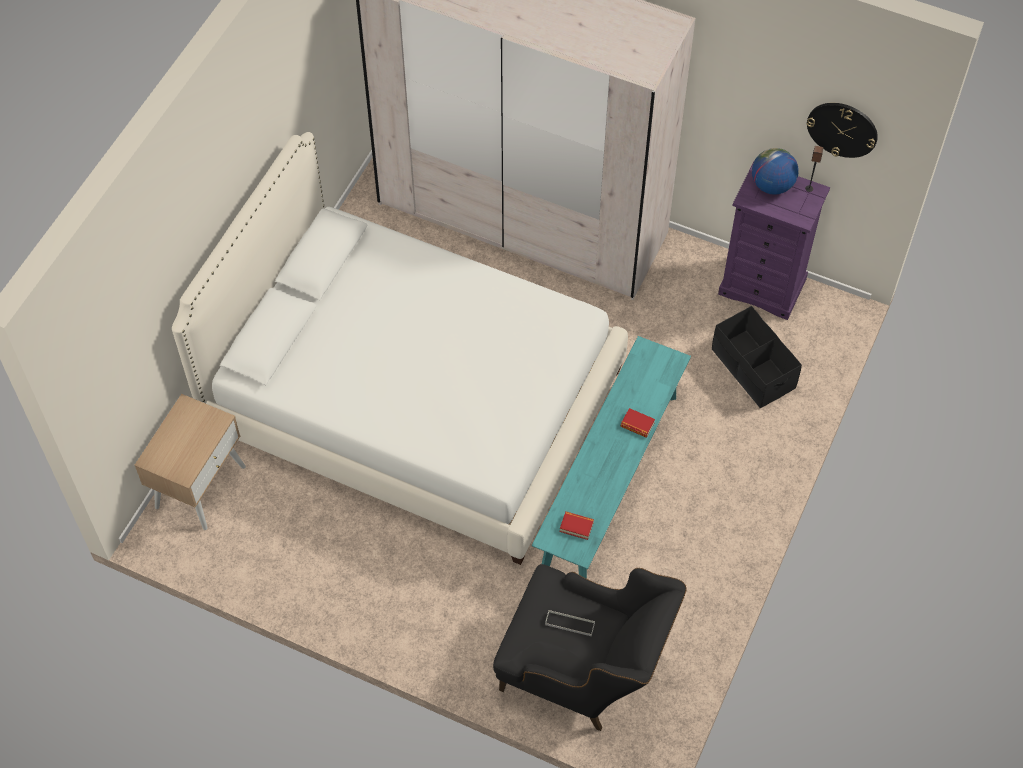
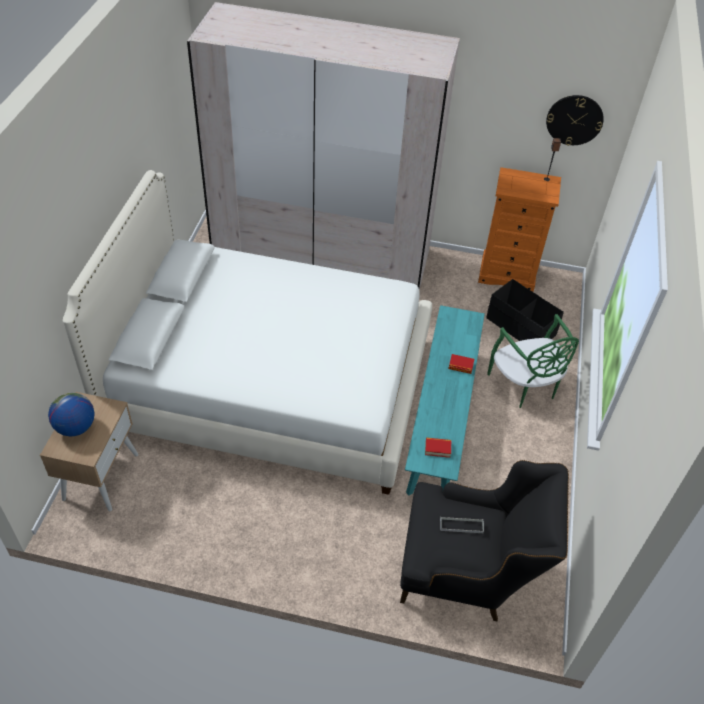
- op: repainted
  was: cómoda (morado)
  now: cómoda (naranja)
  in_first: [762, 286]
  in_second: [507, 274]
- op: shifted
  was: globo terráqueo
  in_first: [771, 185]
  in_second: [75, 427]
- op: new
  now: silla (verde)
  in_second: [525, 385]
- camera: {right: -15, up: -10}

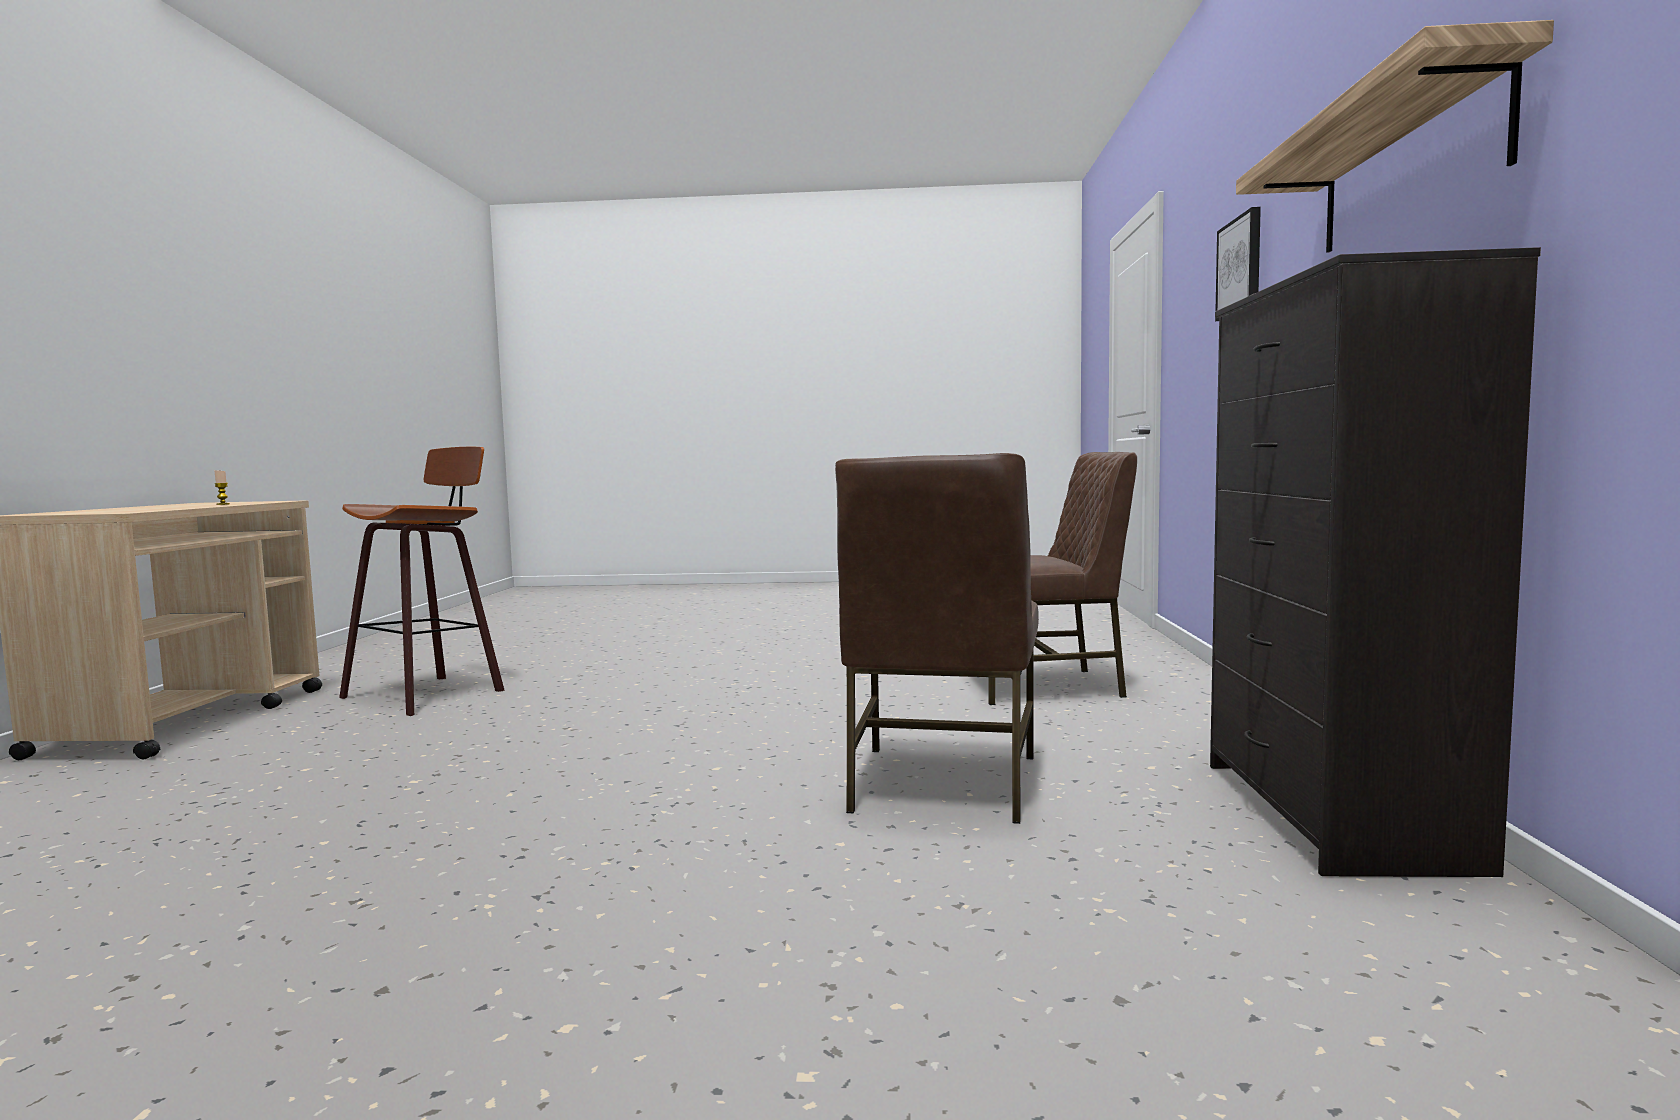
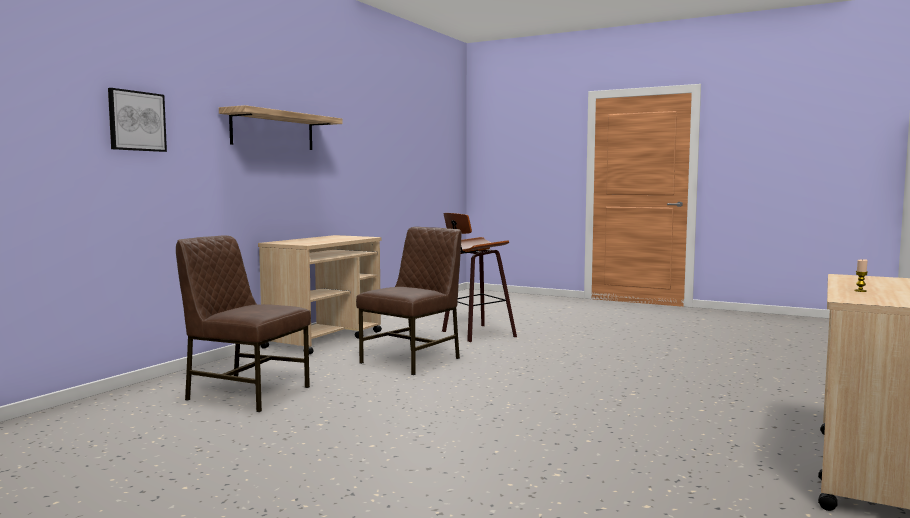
- op: shifted
  was: taburete
  in_first: [428, 693]
  in_second: [475, 334]
- op: swapped
  was: cómoda (negro)
  now: carrito (beis)
  in_first: [1331, 814]
  in_second: [325, 339]
- camera: {right: -155, up: 0}

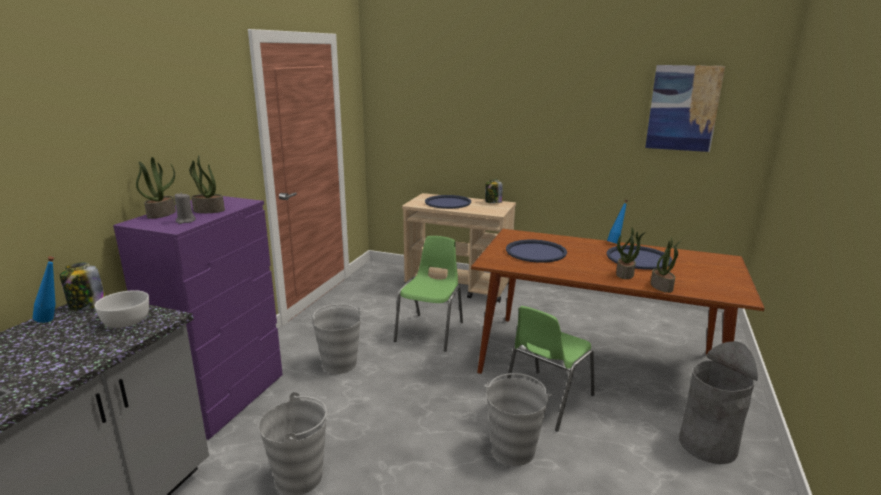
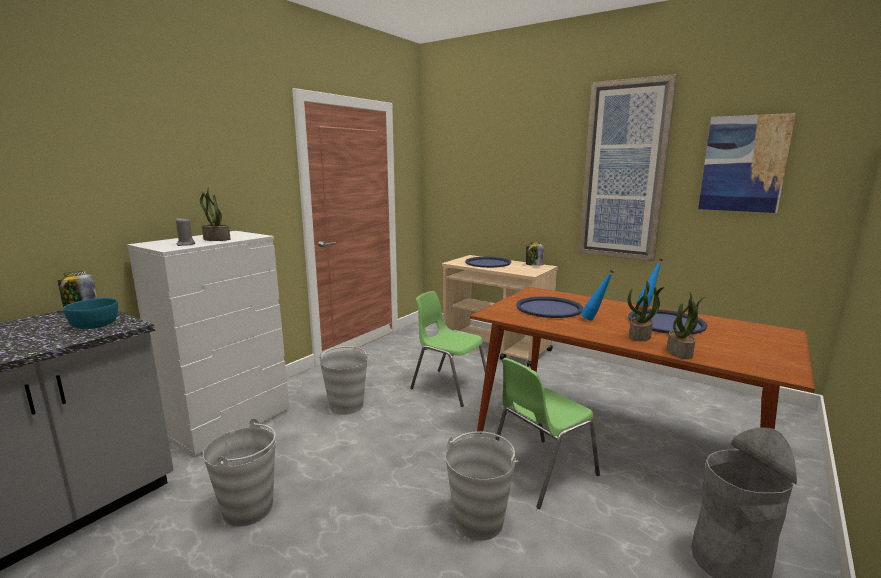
- op: shifted
  was: botella (azul)
  in_first: [53, 320]
  in_second: [594, 320]
- op: repainted
  was: cuenco (blanco)
  now: cuenco (turquesa)
  in_first: [127, 321]
  in_second: [96, 324]
- op: repainted
  was: cómoda (morado)
  now: cómoda (blanco)
  in_first: [224, 398]
  in_second: [229, 422]
- op: gone
  was: planta en maceta
  in_first: [161, 214]
- op: rotated
  was: silla (verde)
  in_first: [431, 331]
  in_second: [449, 386]
  clockwise: -90
- op: new
  now: cuadro
  in_second: [624, 171]
- camera: {right: 15, up: -5}

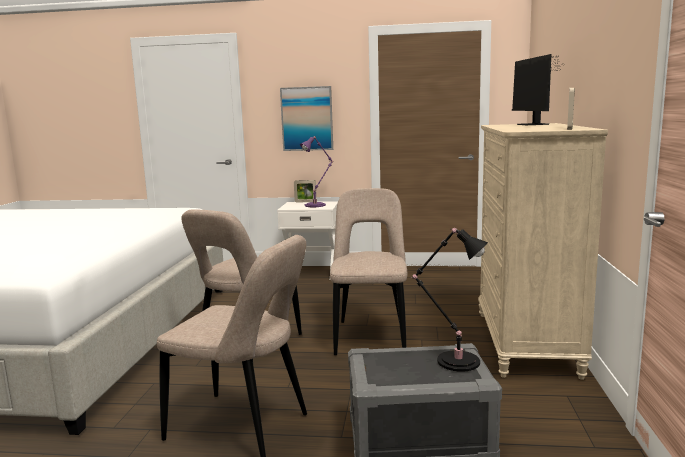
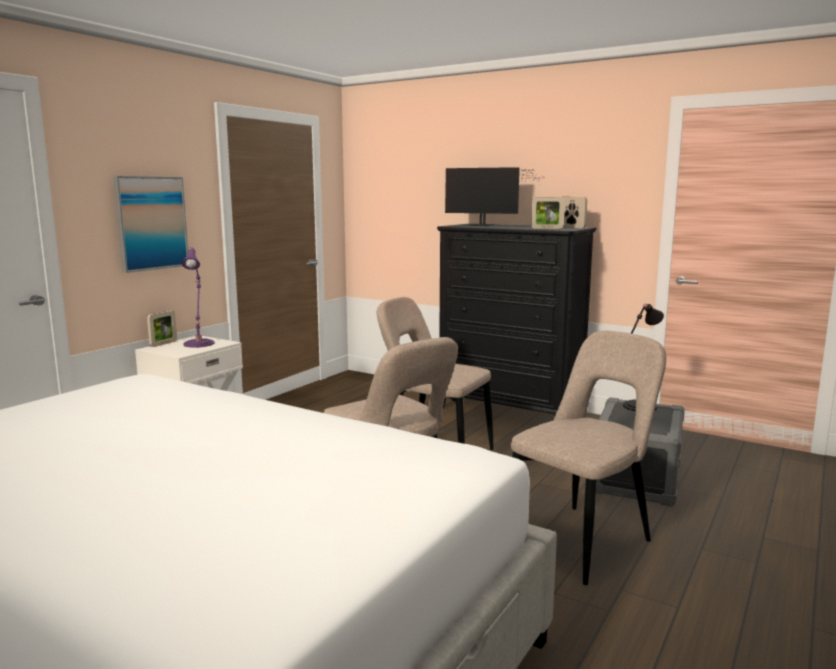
- op: repainted
  was: cómoda (beis)
  now: cómoda (negro)
  in_first: [526, 343]
  in_second: [510, 411]
- op: new
  now: portarretratos
  in_second: [546, 228]
- camera: {right: -65, up: 0}

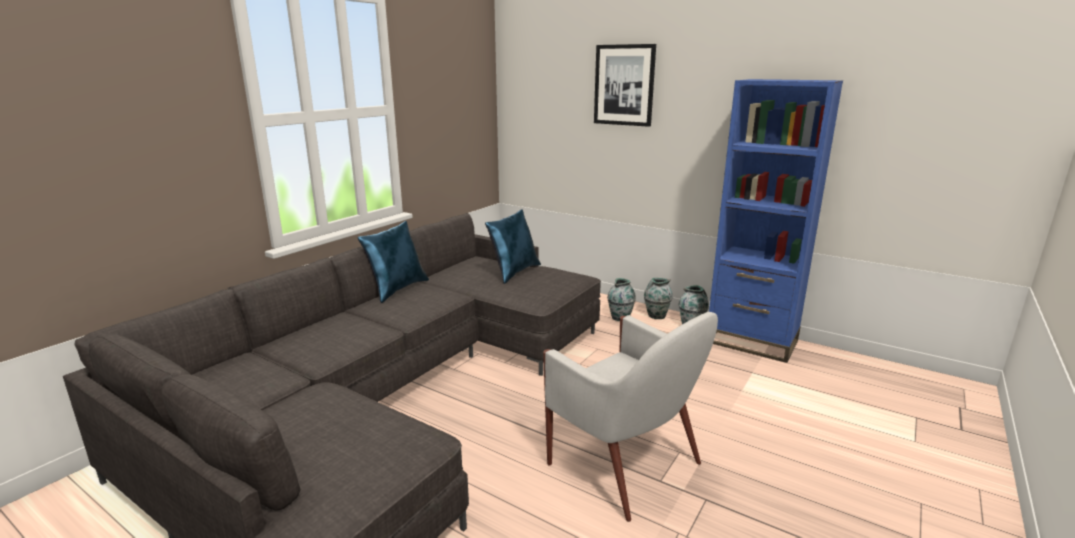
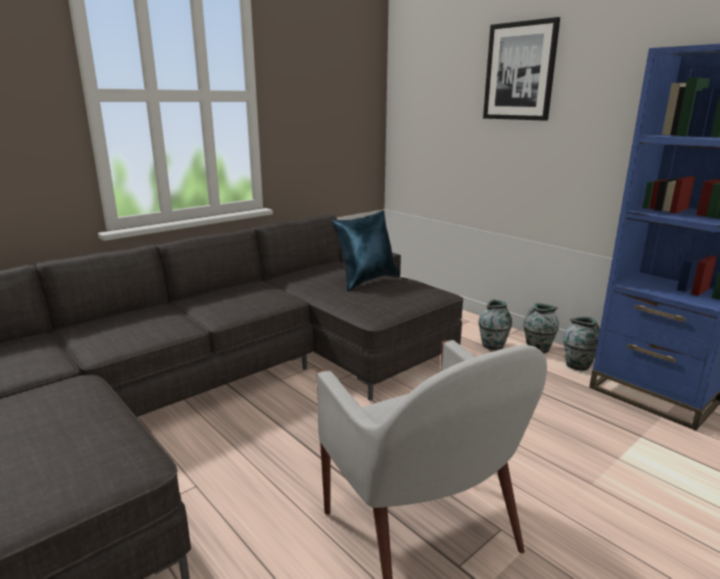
- op: gone
  was: cojín (azul)
  in_first: [397, 289]
- camera: {right: 15, up: 0}

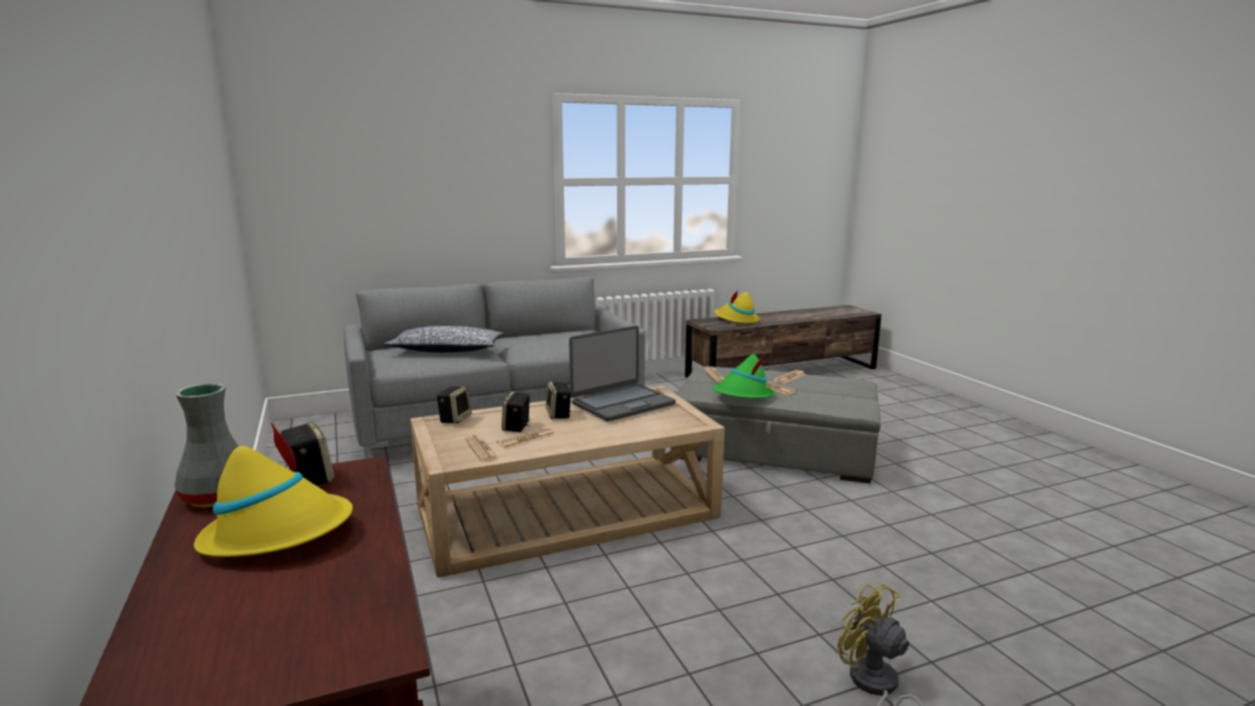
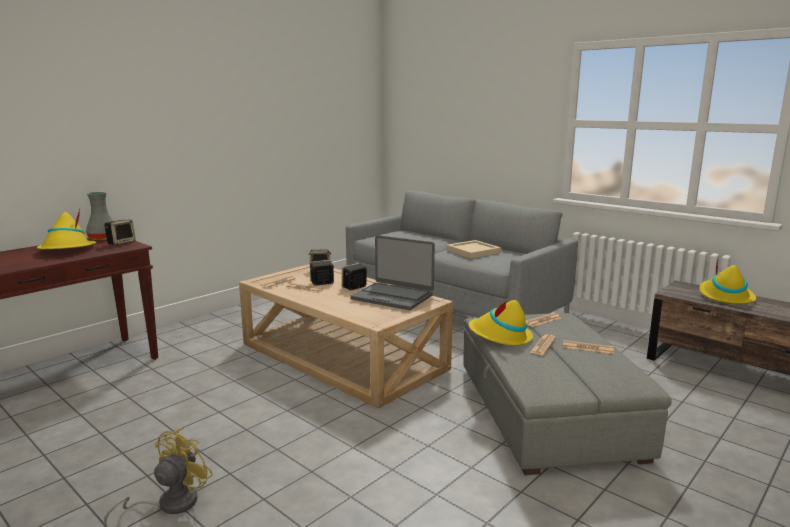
- op: gone
  was: cojín
  in_first: [446, 350]
- op: repainted
  was: sombrero (verde)
  now: sombrero (amarillo)
  in_first: [743, 395]
  in_second: [500, 336]
- op: new
  now: bandeja (beis)
  in_second: [474, 251]
- camera: {right: 65, up: 0}

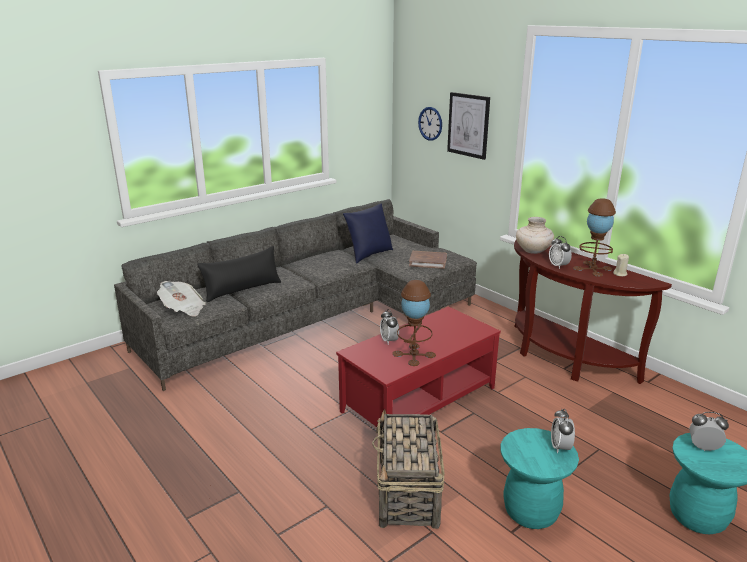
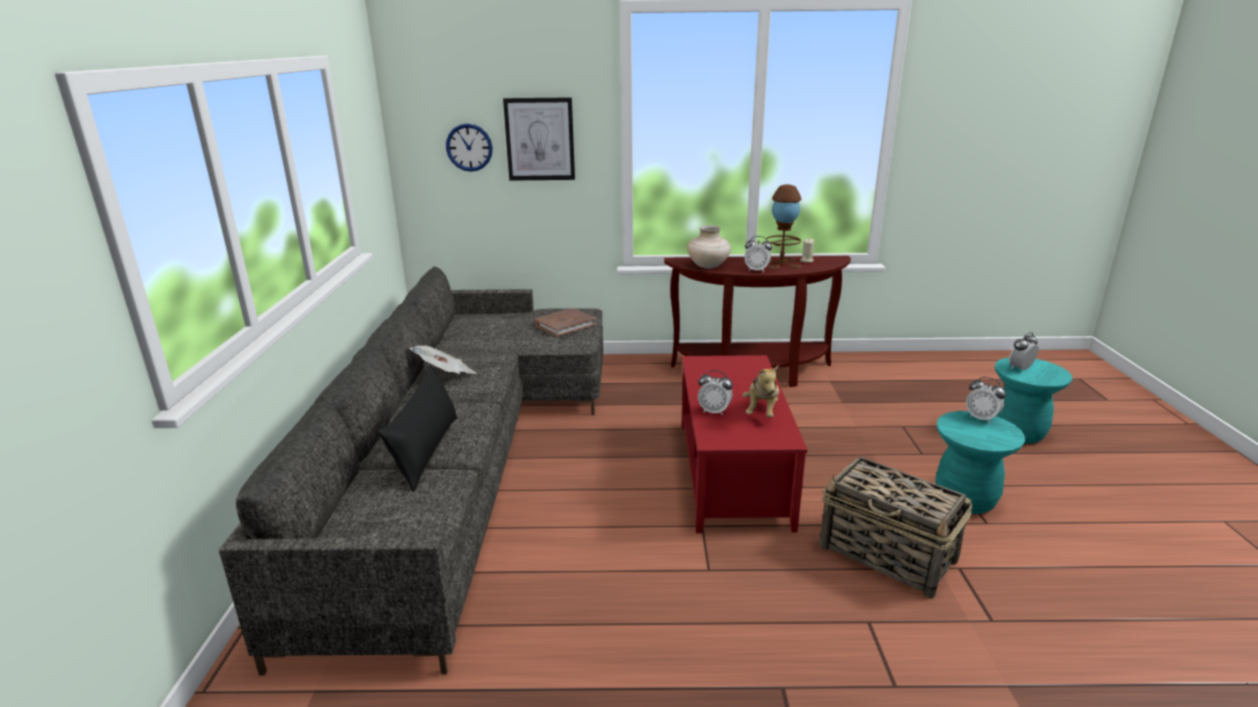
- op: shifted
  was: periódico
  in_first: [183, 309]
  in_second: [445, 375]
- op: gone
  was: cojín (azul)
  in_first: [368, 255]
- op: swapped
  was: lámpara de mesa (marrón)
  now: peluche
  in_first: [414, 354]
  in_second: [762, 411]
- camera: {right: -50, up: 0}

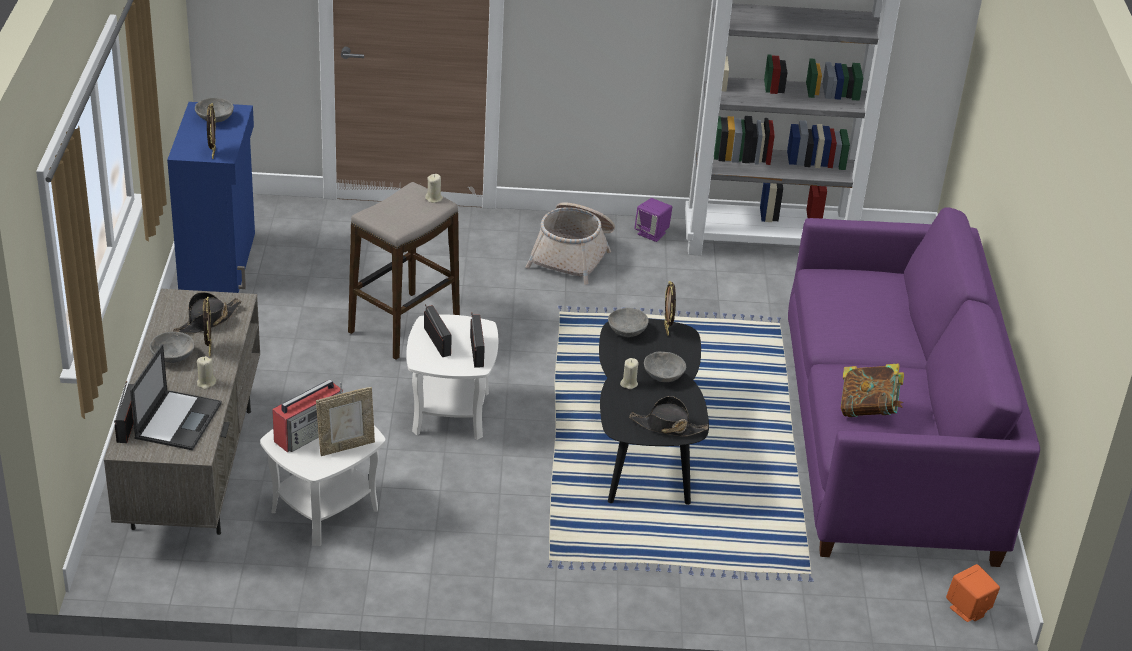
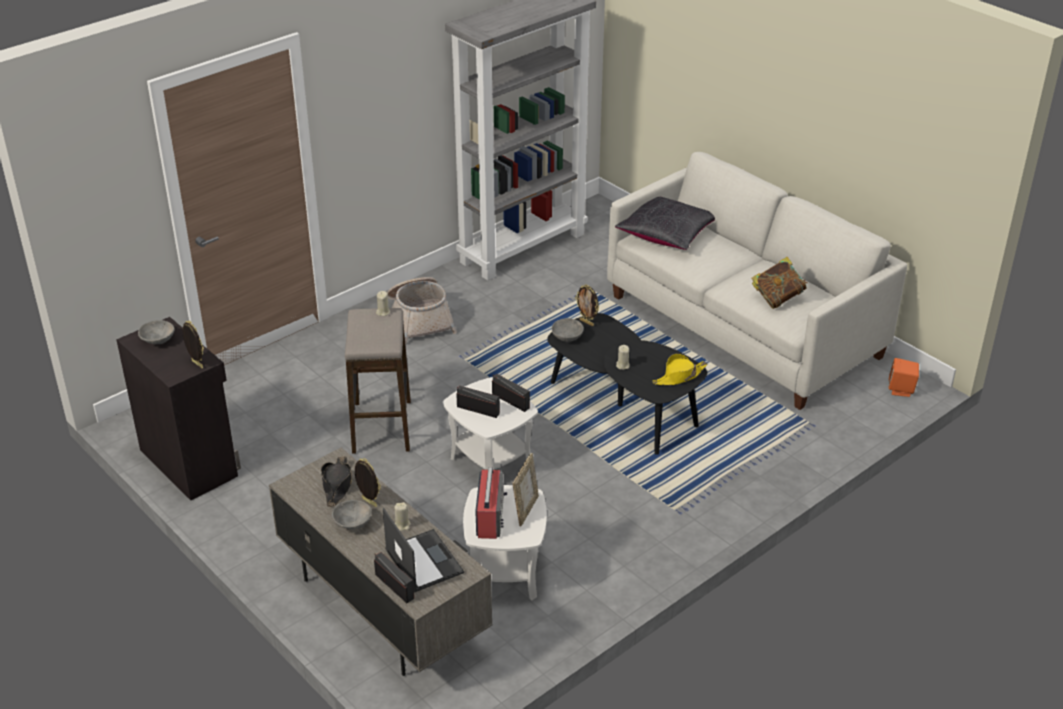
- op: repainted
  was: armario (azul)
  now: armario (negro)
  in_first: [219, 261]
  in_second: [189, 462]
- op: repainted
  was: sombrero (negro)
  now: sombrero (amarillo)
  in_first: [667, 426]
  in_second: [679, 377]
- op: gone
  was: altavoz (morado)
  in_first: [652, 233]
- op: gone
  was: cuenco (gris)
  in_first: [662, 376]
- op: repainted
  was: sofá (morado)
  now: sofá (blanco)
  in_first: [888, 443]
  in_second: [743, 325]
- op: new
  now: cojín (negro)
  in_second: [666, 233]
- camera: {right: -40, up: 0}

